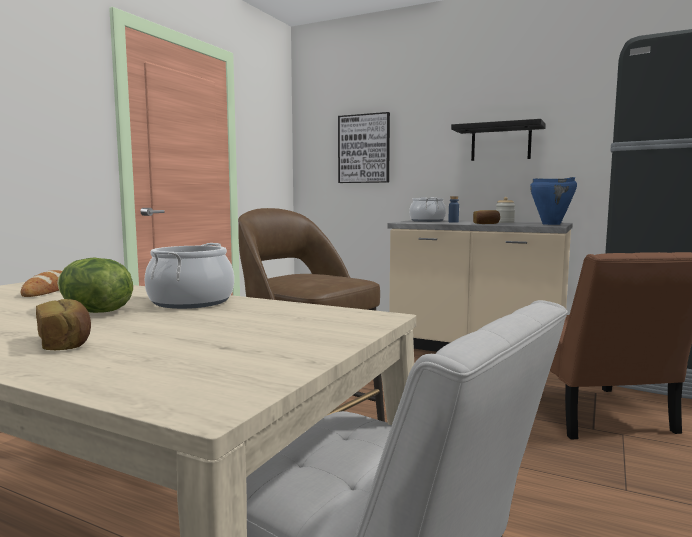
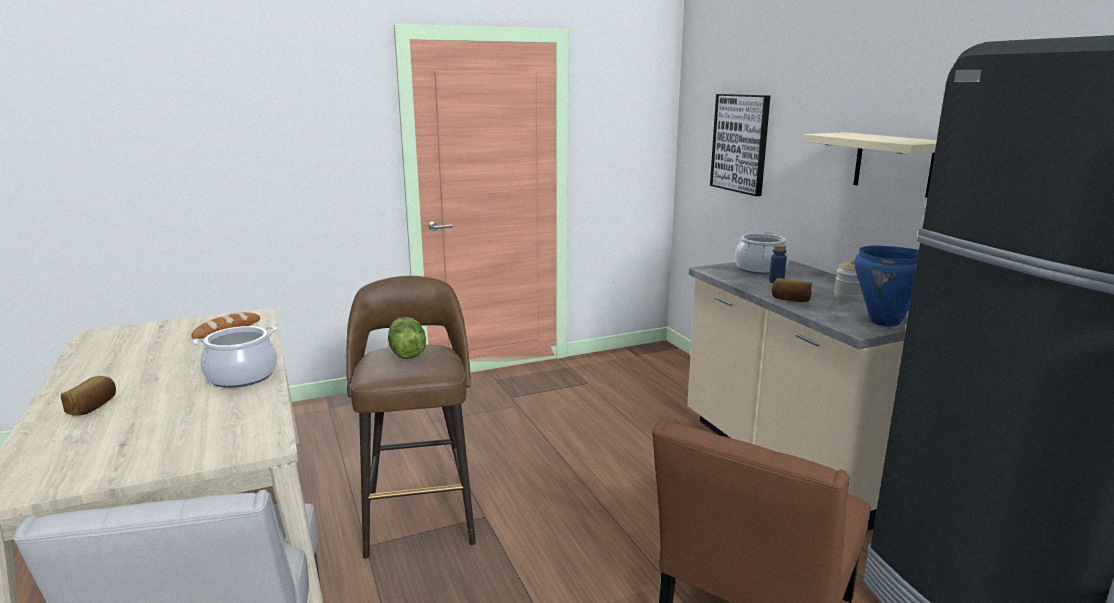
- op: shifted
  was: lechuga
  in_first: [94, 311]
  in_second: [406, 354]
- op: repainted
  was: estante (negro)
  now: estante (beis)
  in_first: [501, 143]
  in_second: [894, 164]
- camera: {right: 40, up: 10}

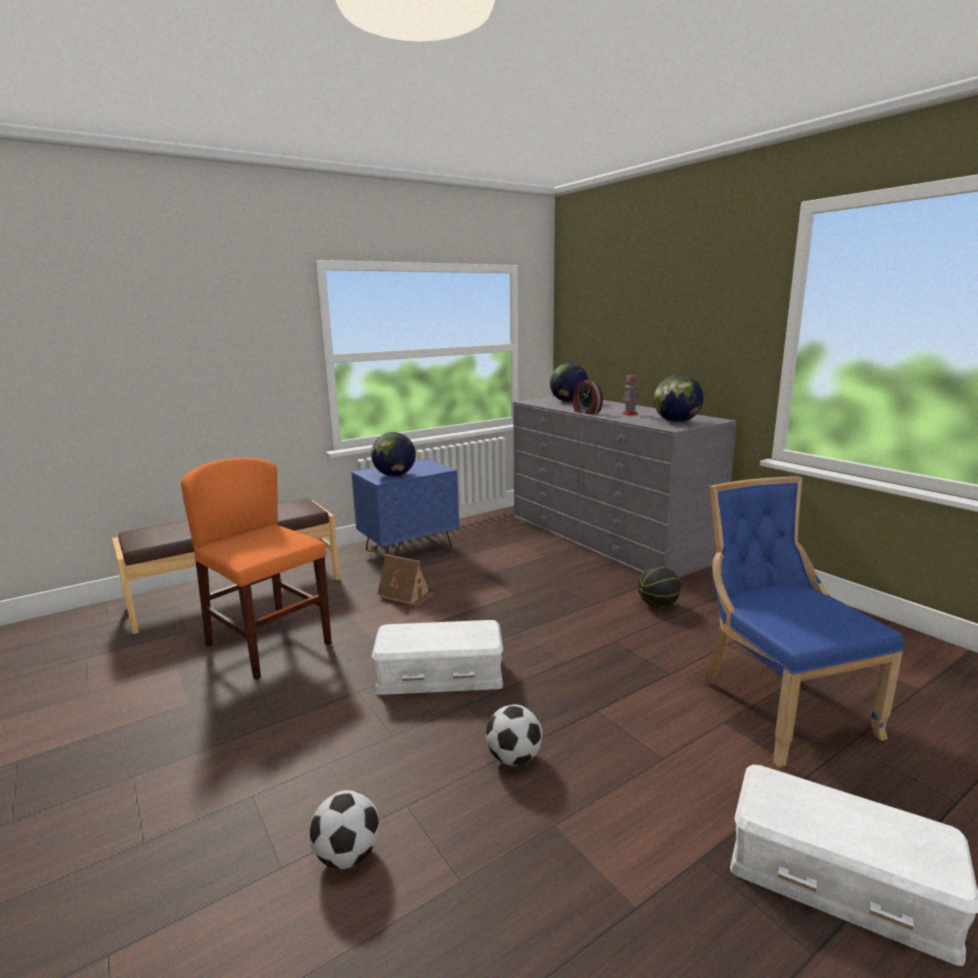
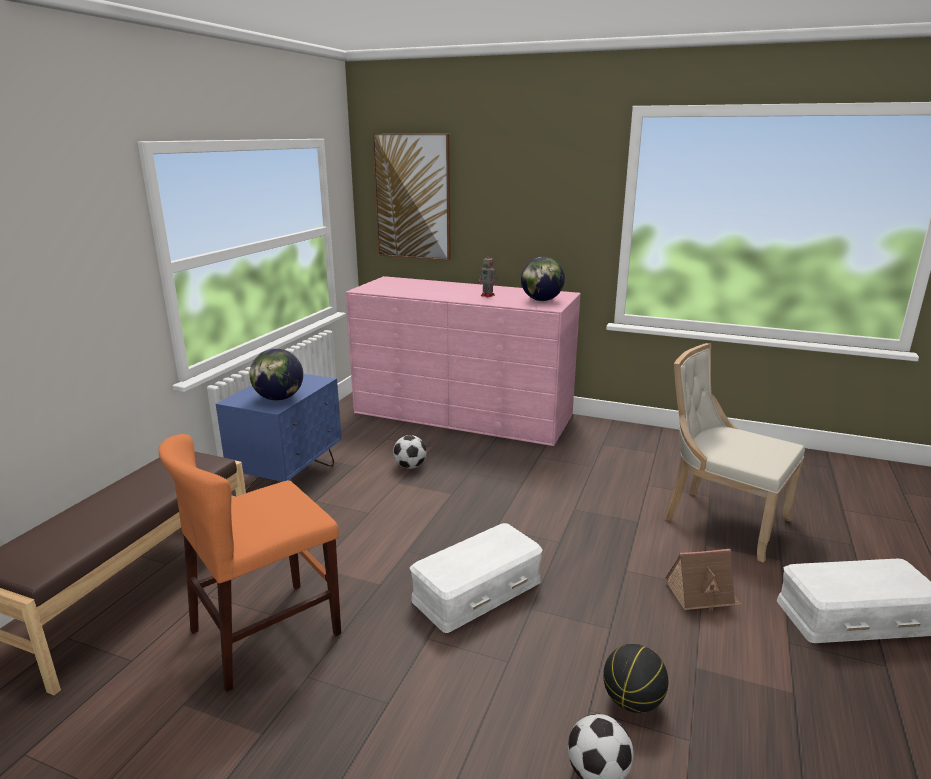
- op: rotated
  was: silla (naranja)
  in_first: [269, 644]
  in_second: [266, 632]
  clockwise: -45
- op: shifted
  was: casita
  in_first: [406, 595]
  in_second: [702, 594]
- op: shifted
  was: balón de fútbol
  in_first: [514, 758]
  in_second: [410, 466]
- op: repainted
  was: cómoda (gris)
  now: cómoda (rosa)
  in_first: [607, 536]
  in_second: [462, 414]
- op: gone
  was: globo terráqueo
  in_first: [568, 401]
- op: gone
  was: despertador
  in_first: [586, 412]
- op: shifted
  was: balón de baloncesto
  in_first: [658, 605]
  in_second: [633, 701]
- op: repainted
  was: silla (azul)
  now: silla (beis)
  in_first: [778, 706]
  in_second: [720, 520]
- op: new
  now: cuadro
  in_second: [413, 197]
- camera: {right: -35, up: 5}

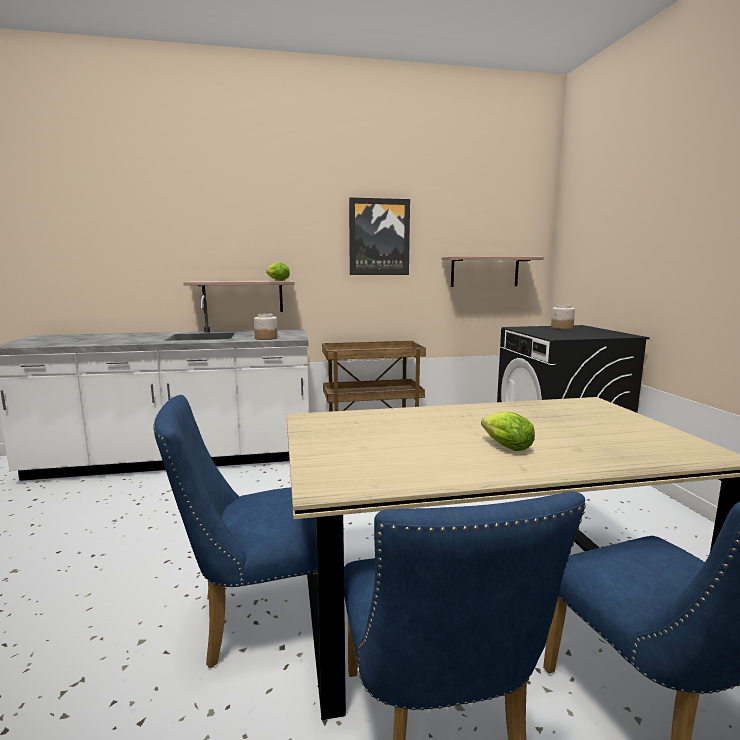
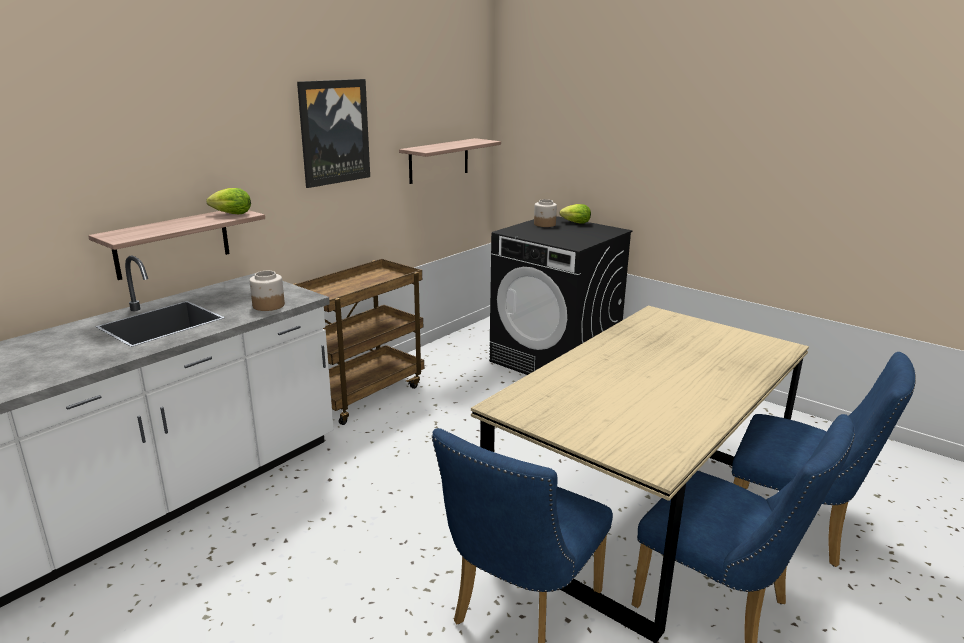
- op: shifted
  was: lechuga
  in_first: [504, 446]
  in_second: [574, 223]
- camera: {right: -40, up: 10}

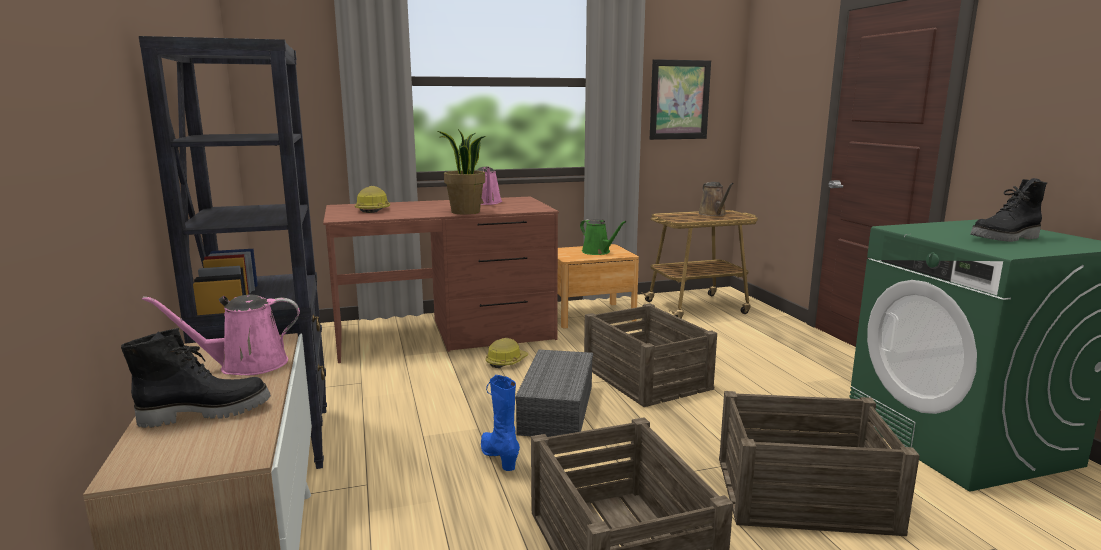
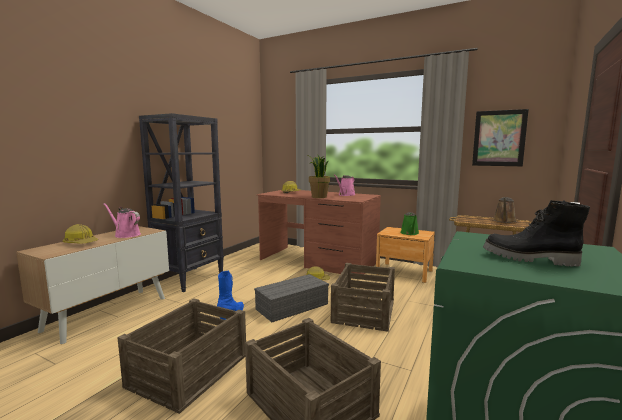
- op: swapped
  was: bota (negro)
  now: casco
  in_first: [206, 412]
  in_second: [81, 243]
- camera: {right: 45, up: -5}

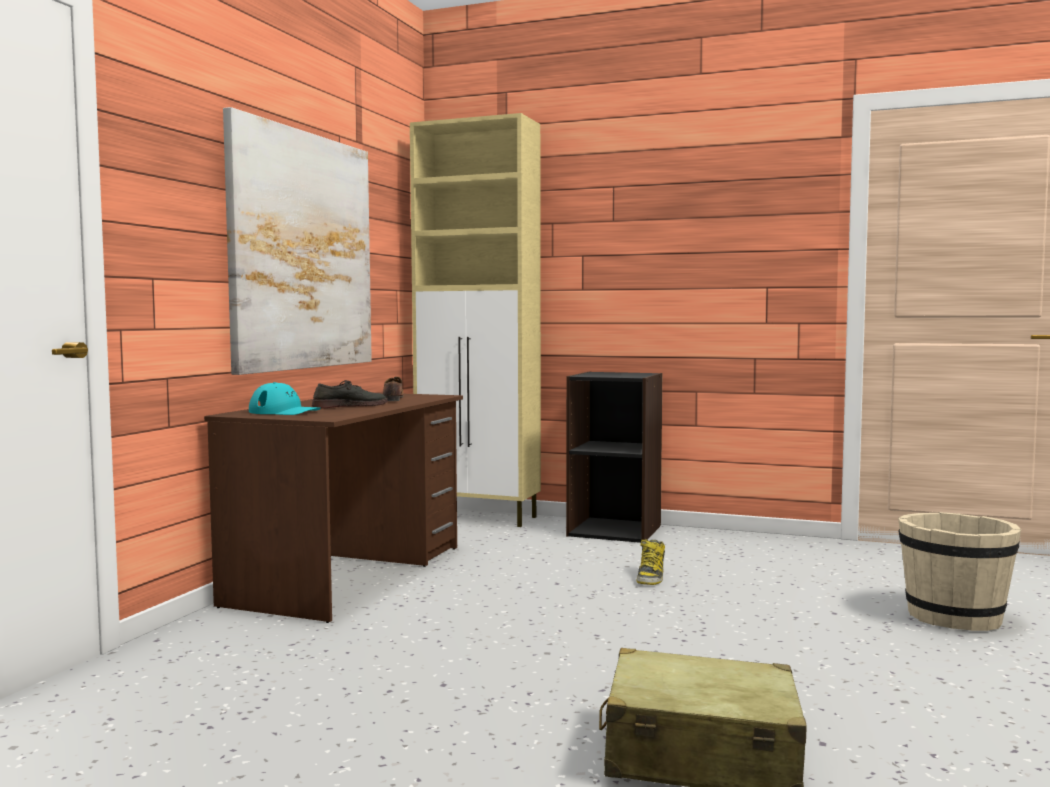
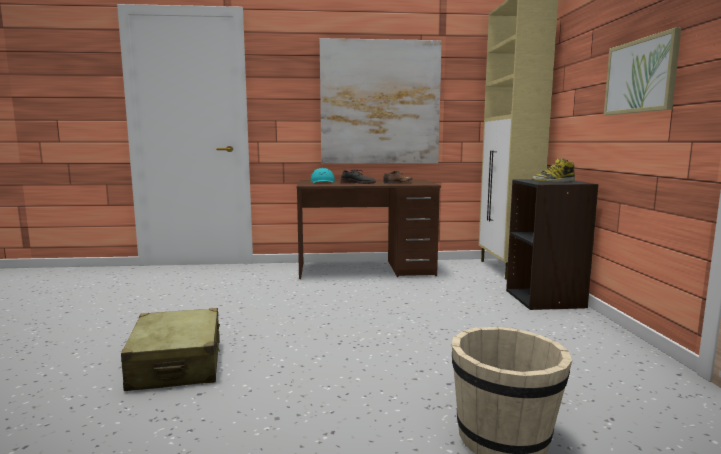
- op: shifted
  was: bota
  in_first: [650, 577]
  in_second: [553, 181]
- op: new
  now: cuadro
  in_second: [640, 76]
- camera: {right: 65, up: 5}

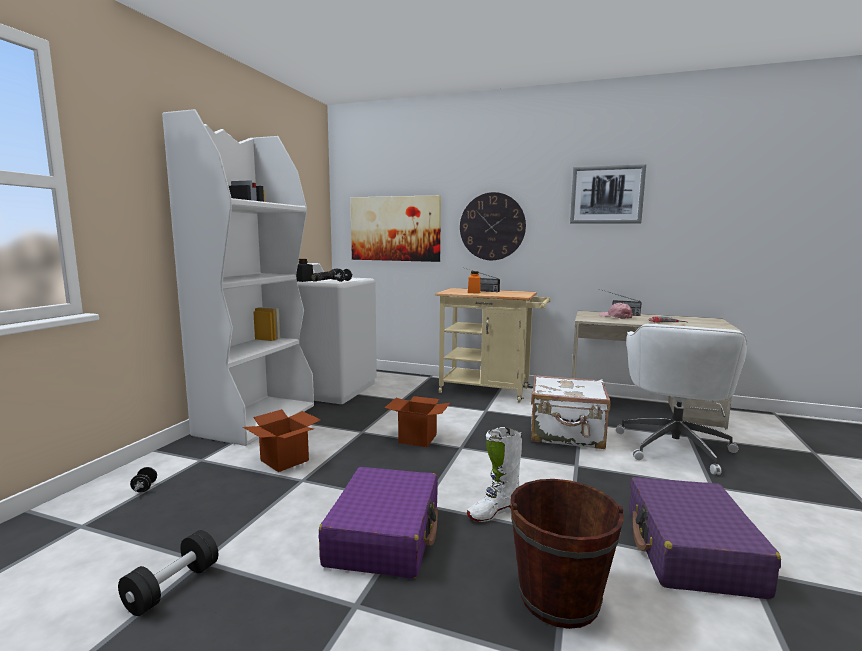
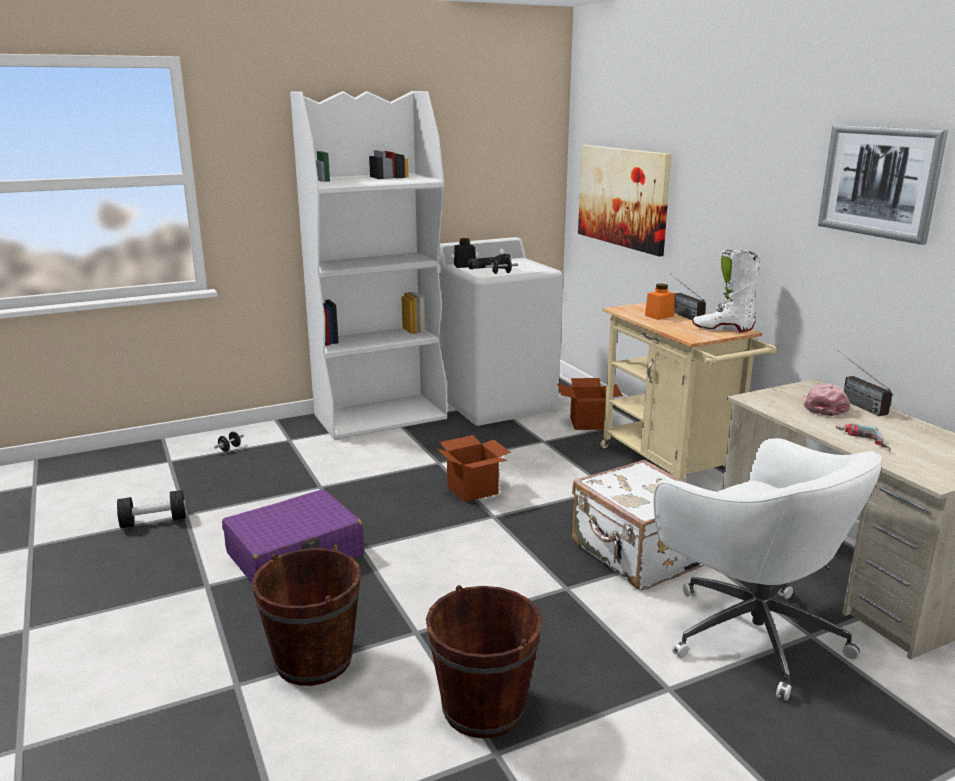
- op: shifted
  was: caja de cartón
  in_first: [284, 460]
  in_second: [587, 423]
- op: gone
  was: reloj de pared
  in_first: [492, 226]
- op: shifted
  was: bota (blanco)
  in_first: [493, 512]
  in_second: [722, 329]
- op: rotated
  was: silla de oficina (blanco)
  in_first: [674, 446]
  in_second: [750, 633]
  clockwise: -105
- op: swapped
  was: maleta (morado)
  now: cubo (marrón)
  in_first: [691, 551]
  in_second: [483, 708]
- camera: {right: 45, up: 10}

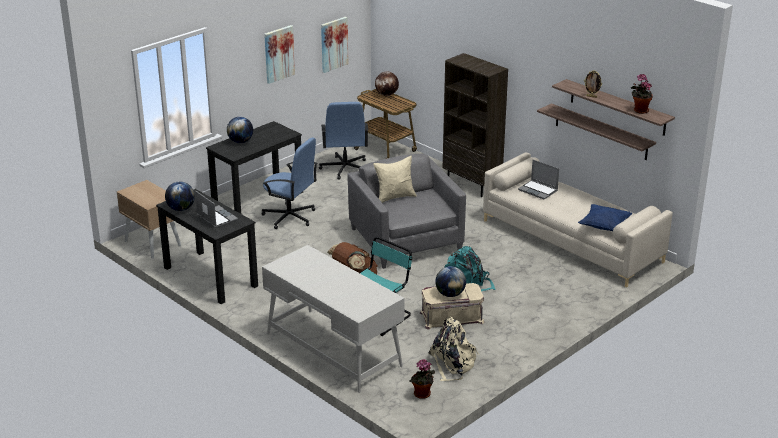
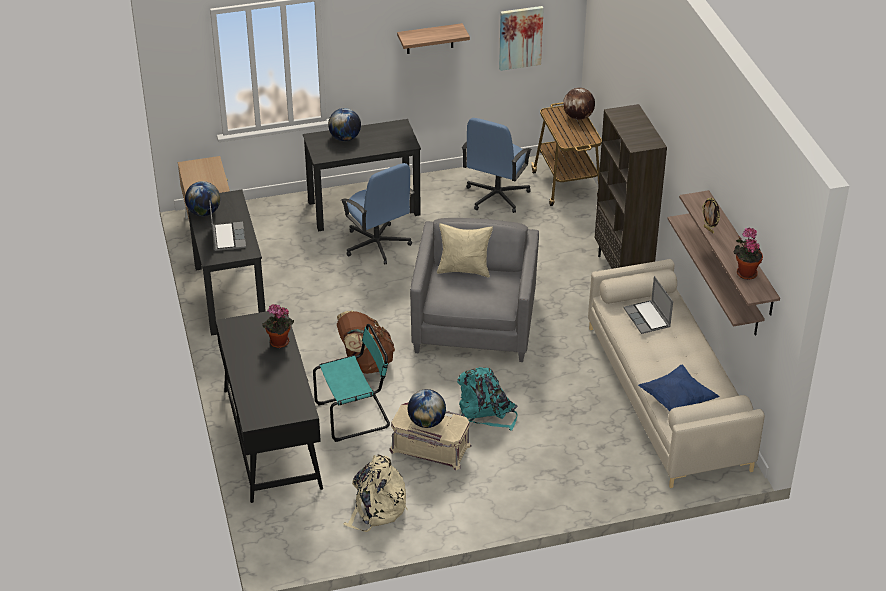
- op: repainted
  was: escritorio (blanco)
  now: escritorio (negro)
  in_first: [333, 349]
  in_second: [272, 438]
- op: swapped
  was: cuadro
  now: estante
  in_first: [278, 54]
  in_second: [430, 39]
- op: shifted
  was: planta en maceta
  in_first: [422, 395]
  in_second: [278, 343]
- camera: {right: 30, up: 10}

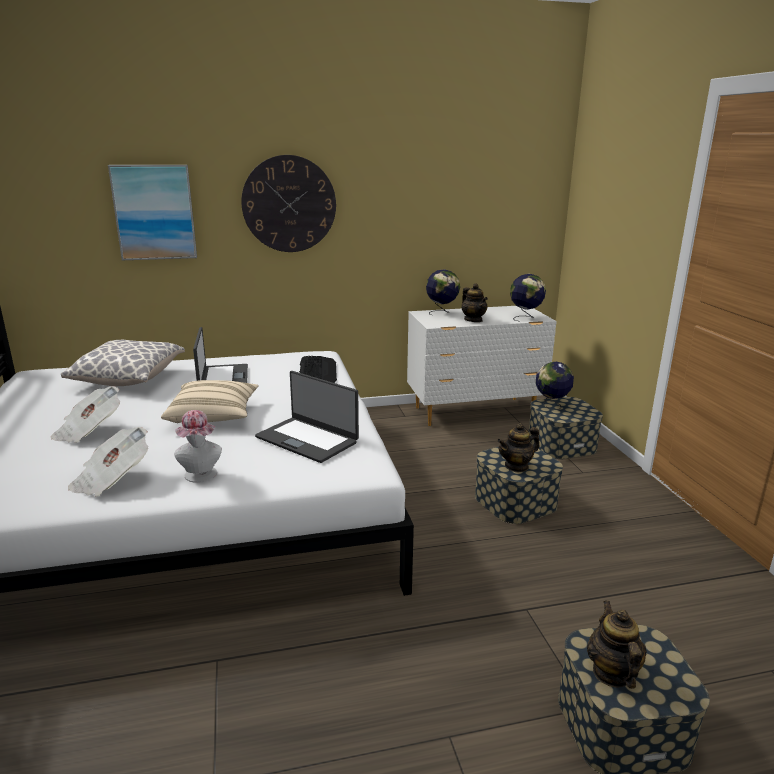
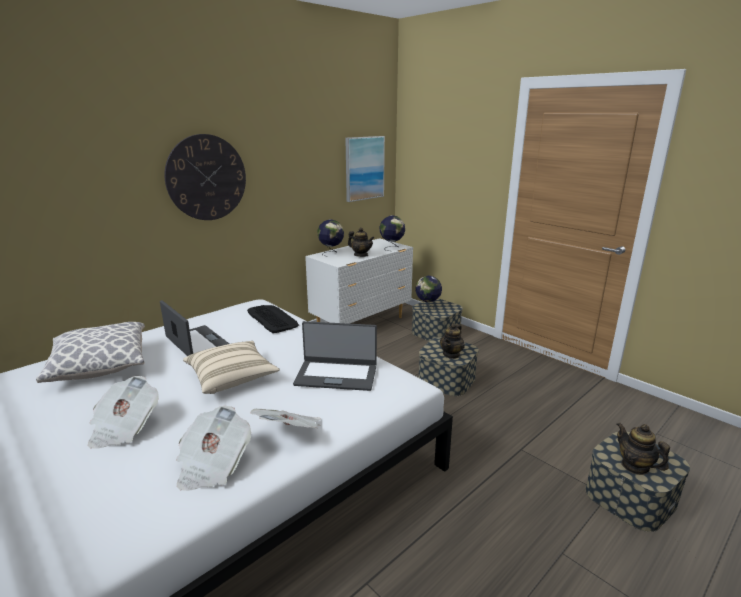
- op: shifted
  was: cuadro
  in_first: [154, 212]
  in_second: [364, 168]
- op: swapped
  was: sombrero
  now: periódico
  in_first: [201, 476]
  in_second: [290, 433]
- camera: {right: -30, up: 0}

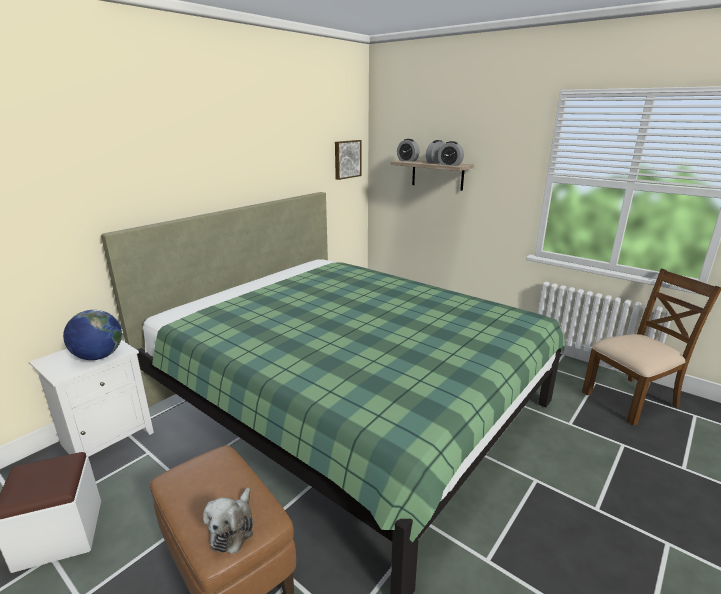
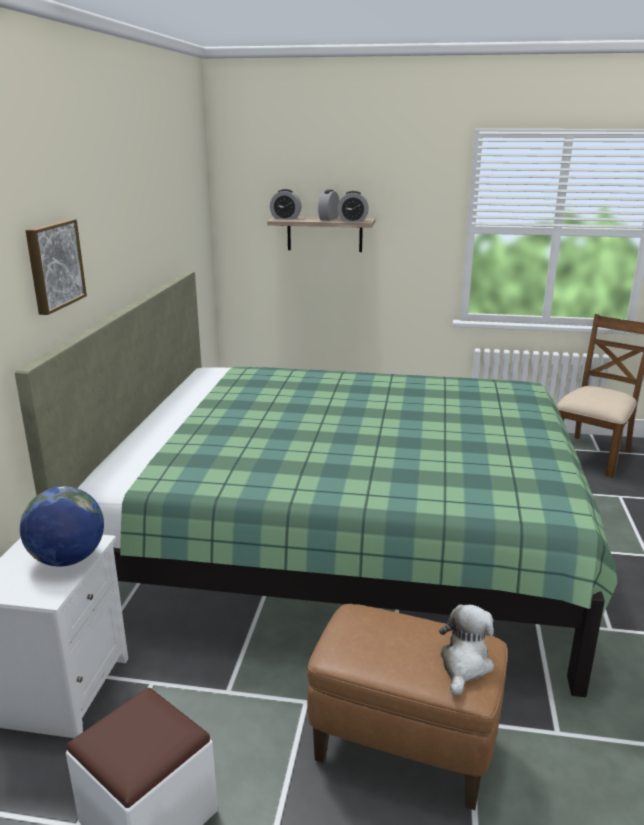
- op: rotated
  was: peluche
  in_first: [233, 528]
  in_second: [464, 665]
  clockwise: -135
- op: shifted
  was: cuadro
  in_first: [347, 159]
  in_second: [53, 265]
- camera: {right: -30, up: 0}

